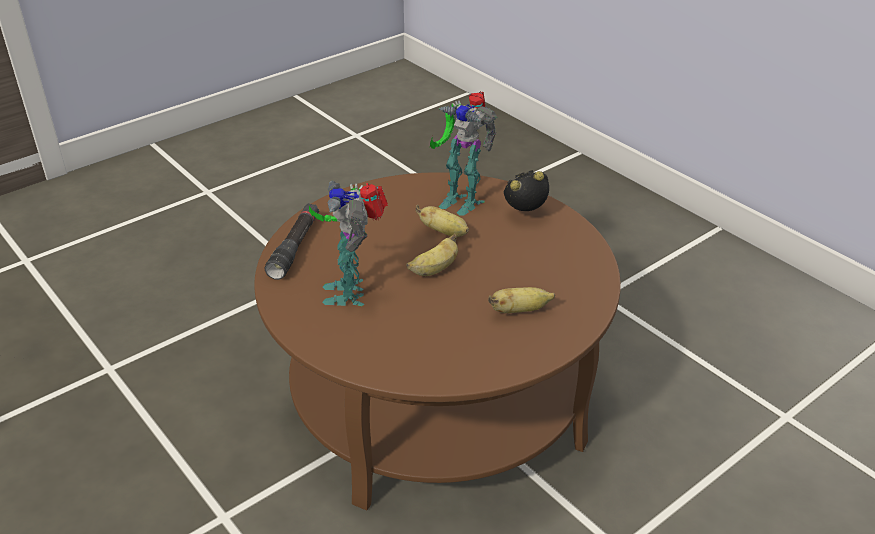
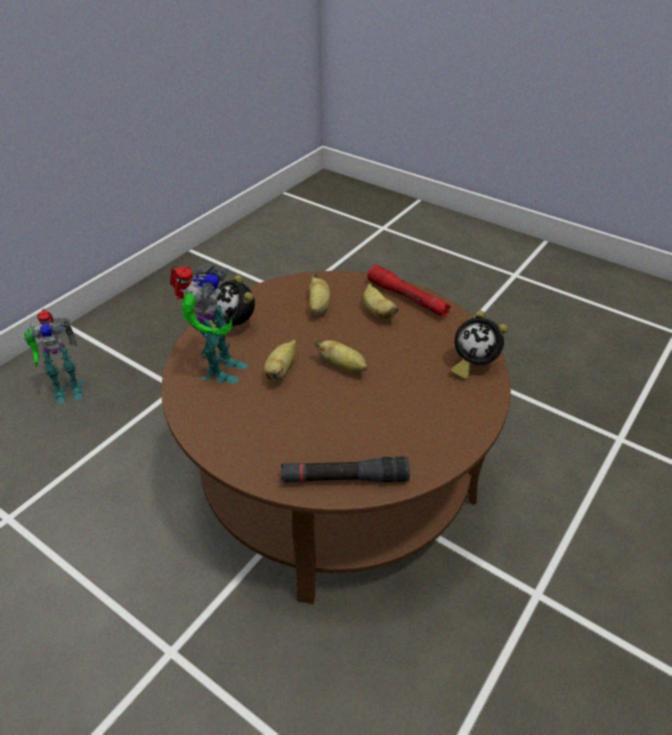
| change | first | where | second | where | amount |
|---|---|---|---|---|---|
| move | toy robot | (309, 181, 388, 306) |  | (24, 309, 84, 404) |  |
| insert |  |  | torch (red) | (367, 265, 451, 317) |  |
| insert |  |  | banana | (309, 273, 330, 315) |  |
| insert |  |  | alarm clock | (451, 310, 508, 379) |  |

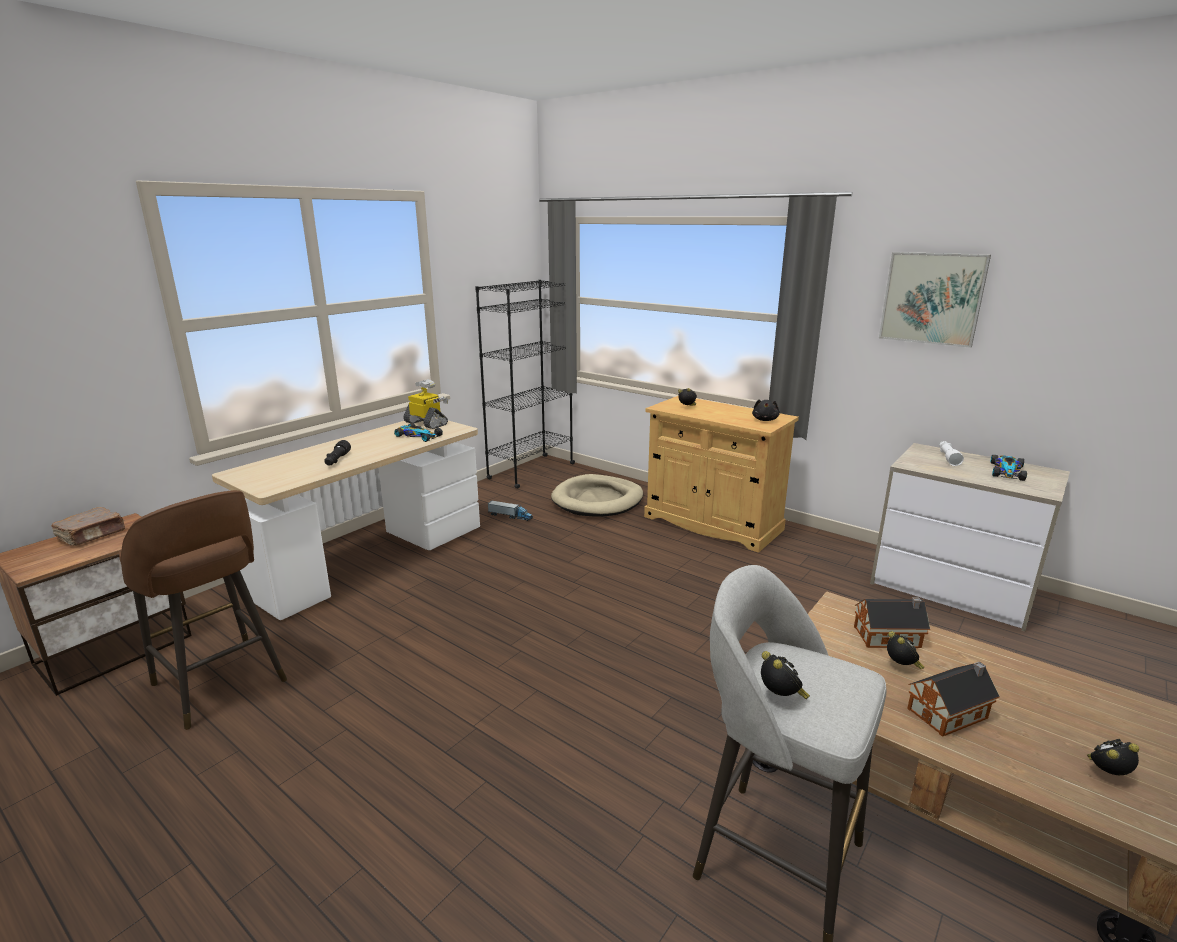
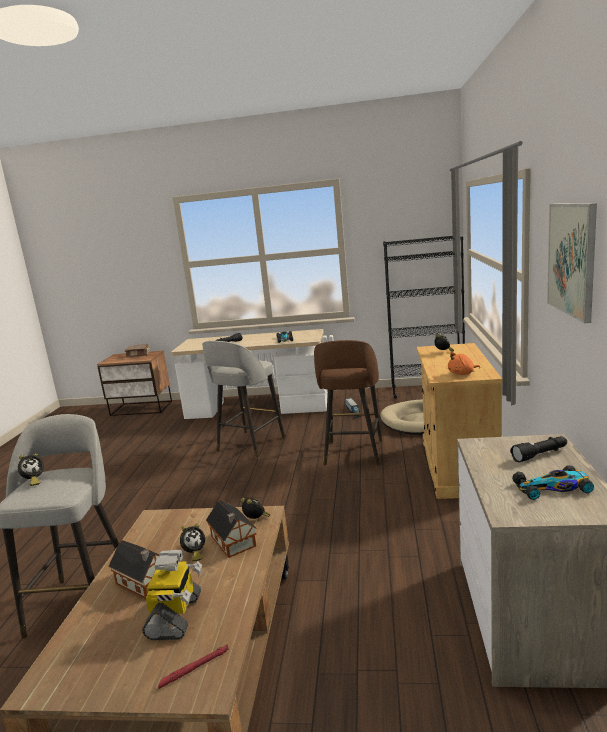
| change | first | where | second | where | amount |
|---|---|---|---|---|---|
| move | toy robot | (403, 379, 448, 429) |  | (142, 550, 202, 640) |  |
| recolor | cuddly toy (blackish) | (752, 399, 780, 421) | cuddly toy (orangey) | (448, 352, 480, 375) |  |
| recolor | torch (white) | (939, 441, 964, 466) | torch (blackish) | (510, 436, 567, 462) |  |
| move | sitting stool (brown) | (119, 490, 287, 730) |  | (314, 340, 382, 466) |  |
| move | alarm clock | (1087, 739, 1139, 775) |  | (241, 498, 270, 519) |  |
| insert |  |  | sitting stool (gray) | (202, 341, 285, 459) |  |
| insert |  |  | torch (red) | (158, 645, 229, 689) |  |

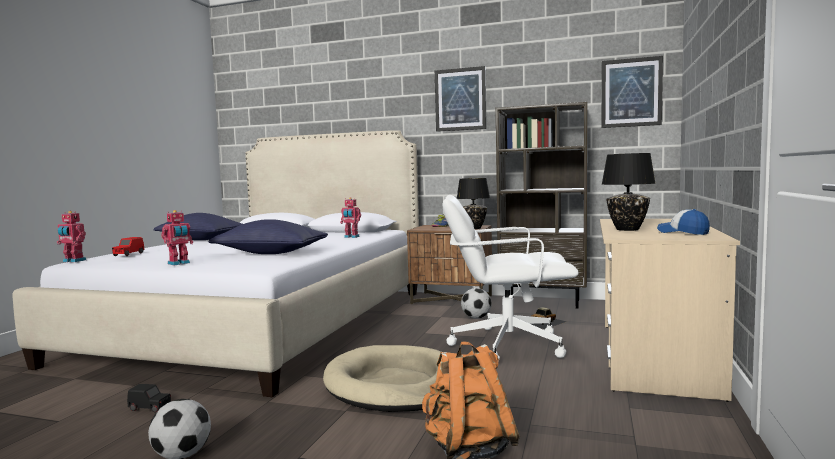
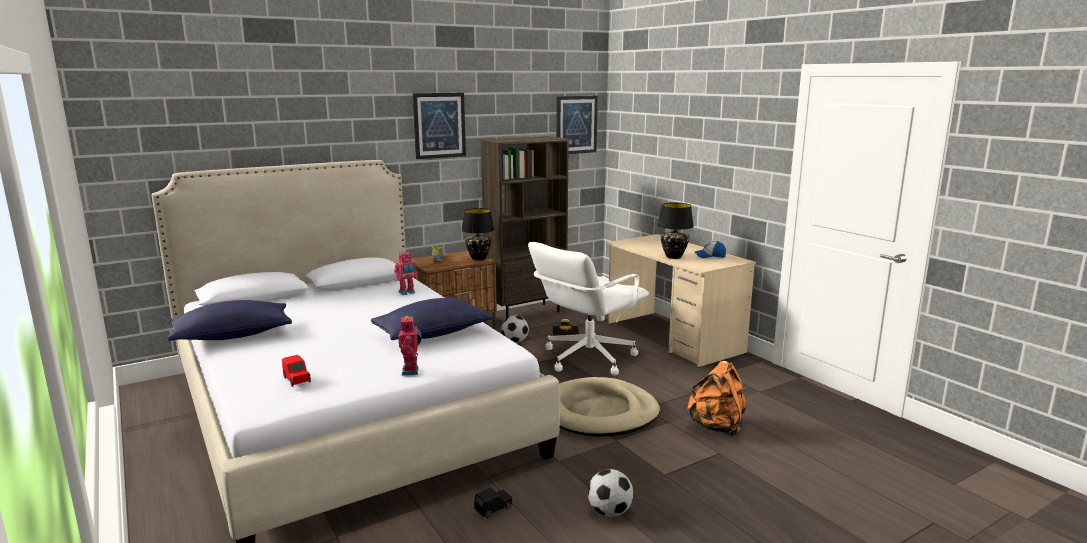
| change | first | where | second | where | amount |
|---|---|---|---|---|---|
| delete | toy robot | (57, 211, 86, 262) |  |  |  |

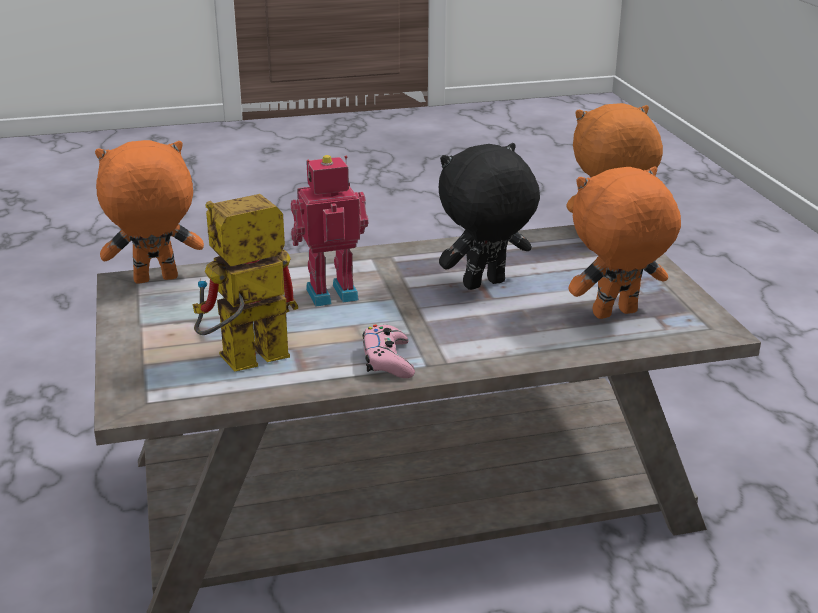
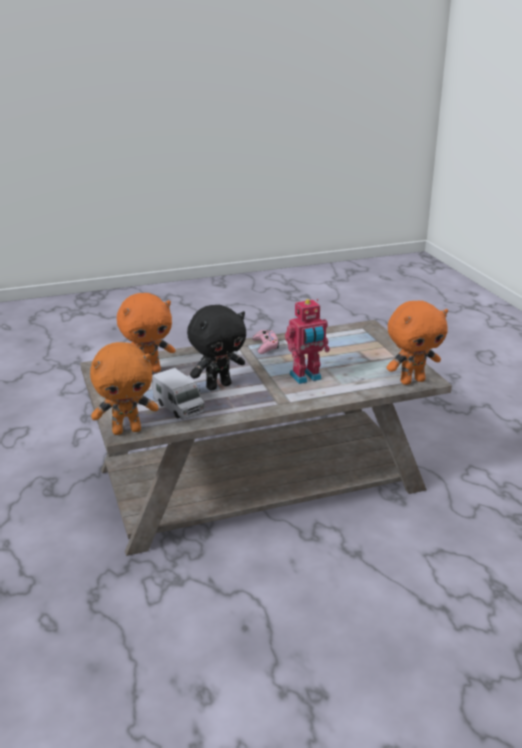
| change | first | where | second | where | amount |
|---|---|---|---|---|---|
| delete | toy robot | (193, 194, 298, 371) |  |  |  |
| insert |  |  | model truck | (152, 368, 205, 420) |  |

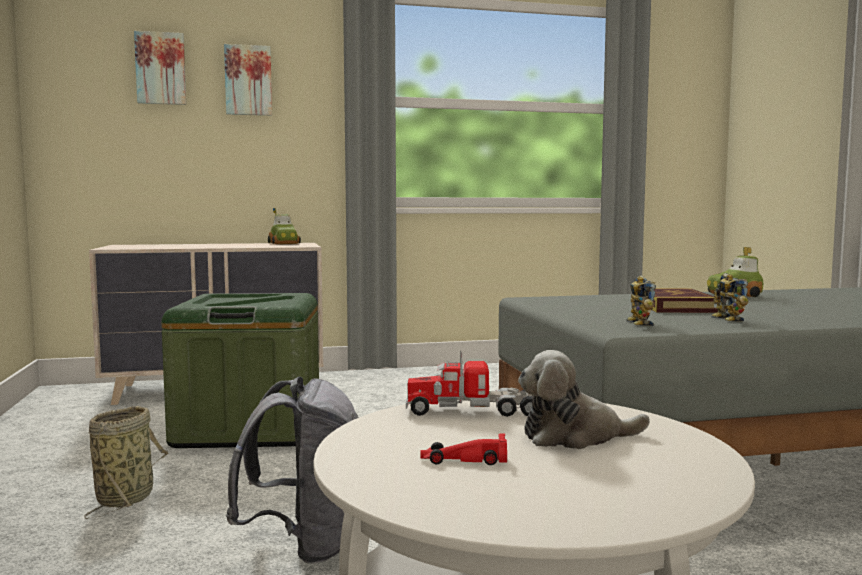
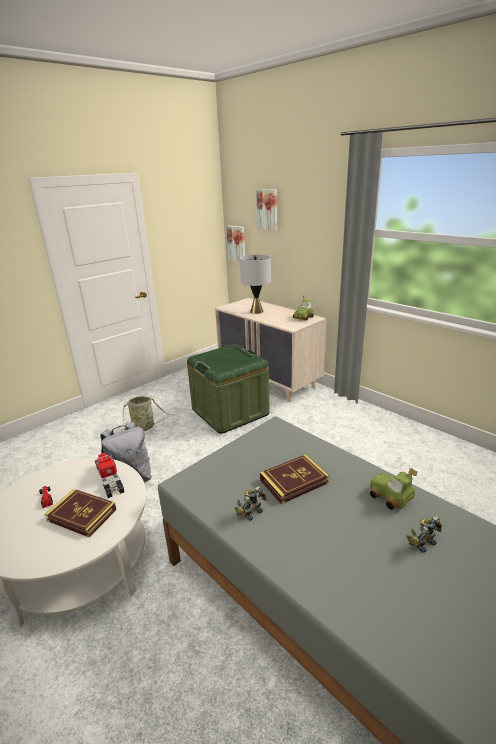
| change | first | where | second | where | amount |
|---|---|---|---|---|---|
| move | wall art | (224, 44, 272, 116) |  | (226, 226, 245, 262) |  |
| move | toy robot | (626, 275, 656, 326) |  | (407, 516, 442, 553) |  |
| replace | cuddly toy | (518, 350, 650, 449) | book | (45, 489, 117, 538) |  |
| insert |  |  | table lamp (gray) | (240, 255, 271, 314) |  |

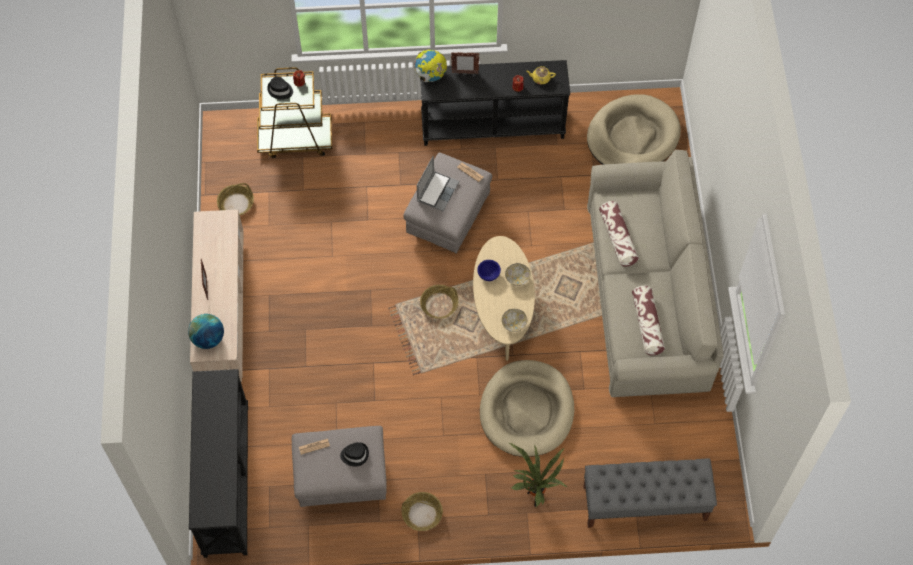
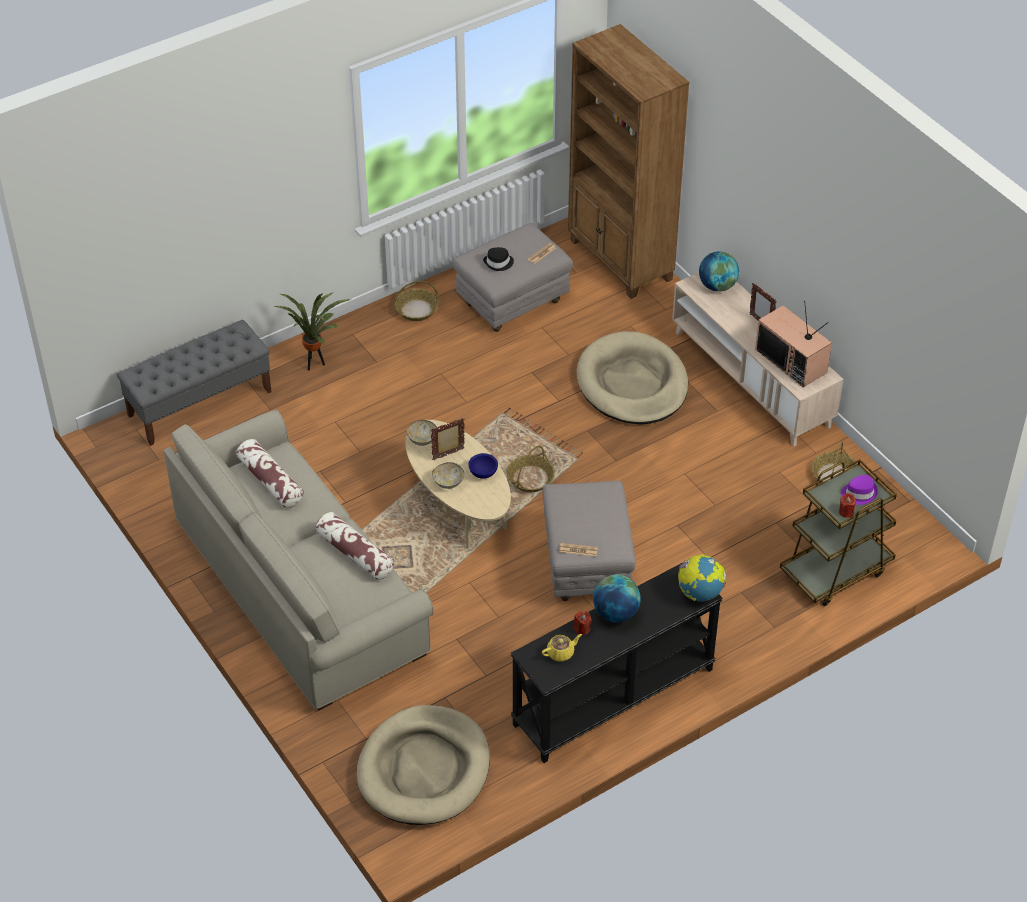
| change | first | where | second | where | amount |
|---|---|---|---|---|---|
| move | standing frame | (451, 52, 479, 74) |  | (431, 418, 465, 460) |  |
| recolor | hat (blackish) | (267, 76, 293, 100) | hat (purple) | (841, 475, 878, 505) |  |
| delete | laptop | (417, 156, 459, 211) |  |  |  |
| move | pet bed (sand-coloured) | (480, 360, 574, 457) |  | (577, 331, 688, 424) |  |
| replace | narrow table (blackish) | (189, 369, 248, 558) | bookshelf (brown) | (568, 24, 690, 299) |  |
| insert |  |  | television | (755, 300, 832, 387) |  |
| insert |  |  | desk globe | (593, 575, 641, 623) |  |

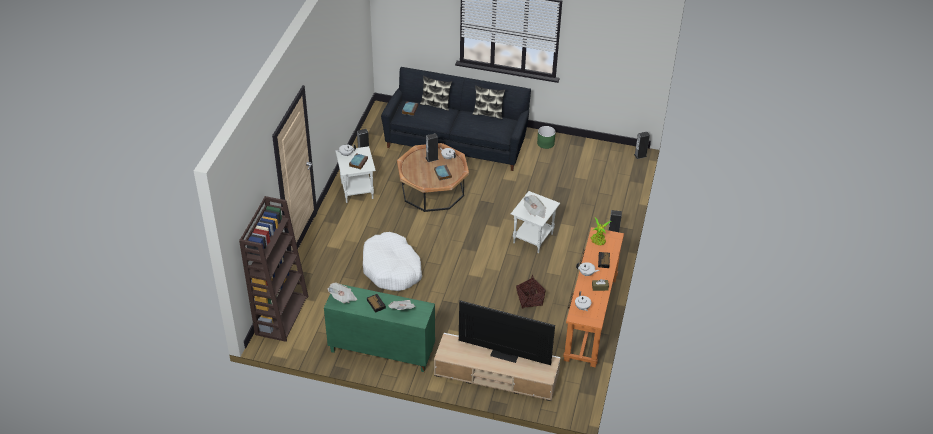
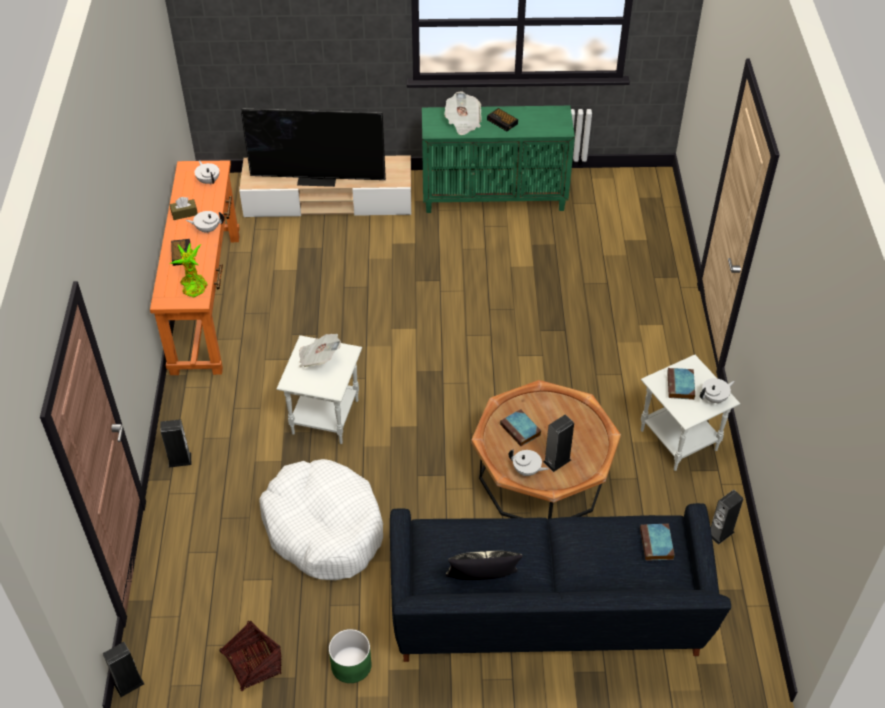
| change | first | where | second | where | amount |
|---|---|---|---|---|---|
| delete | throw pillow | (420, 76, 452, 111) |  |  |  |
| delete | bookshelf (brown) | (239, 196, 308, 342) |  |  |  |
| move | pet bed (white) | (363, 232, 422, 291) |  | (259, 459, 383, 580) |  |
| move | household basket | (516, 275, 546, 309) |  | (219, 621, 282, 691) |  |
| delete | printed paper | (327, 283, 357, 303) |  |  |  |

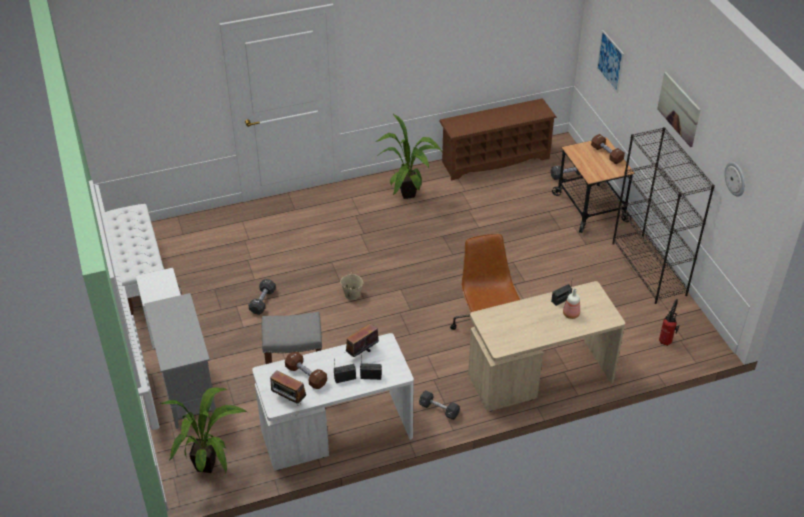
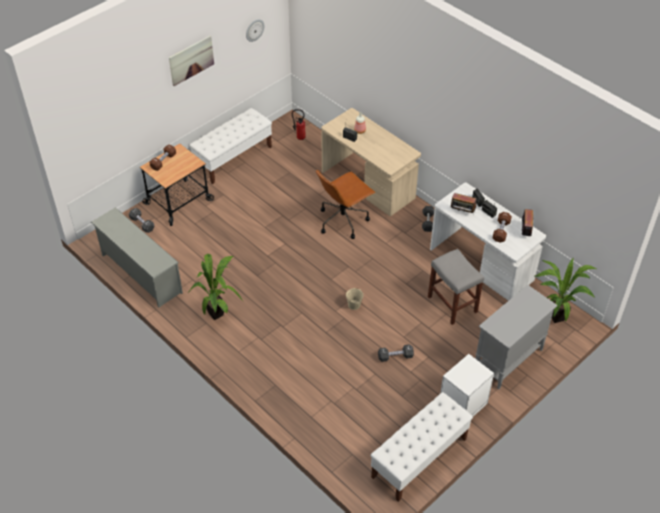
| change | first | where | second | where | amount |
|---|---|---|---|---|---|
| delete | wall art | (597, 30, 624, 93) |  |  |  |
| recolor | shoe rack (brown) | (439, 99, 557, 181) | shoe rack (gray) | (91, 207, 183, 307) |  |
| replace | bookshelf (blackish) | (612, 127, 715, 304) | indoor bench (white) | (189, 108, 272, 184) |  |

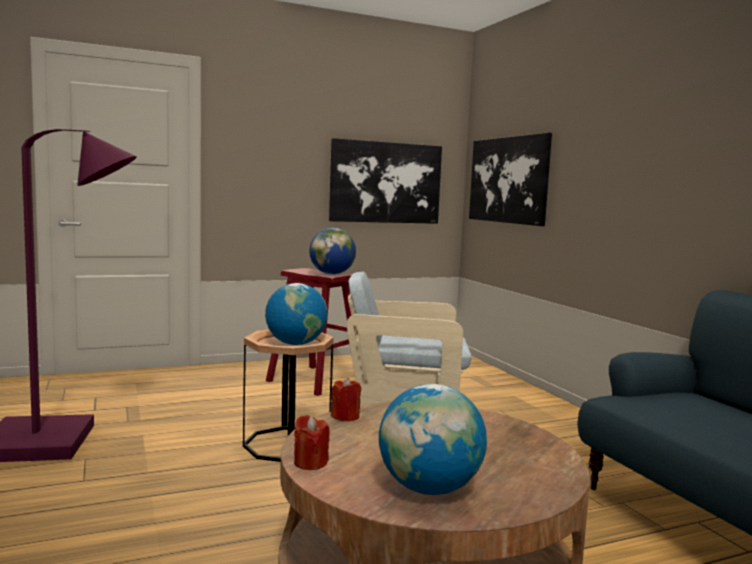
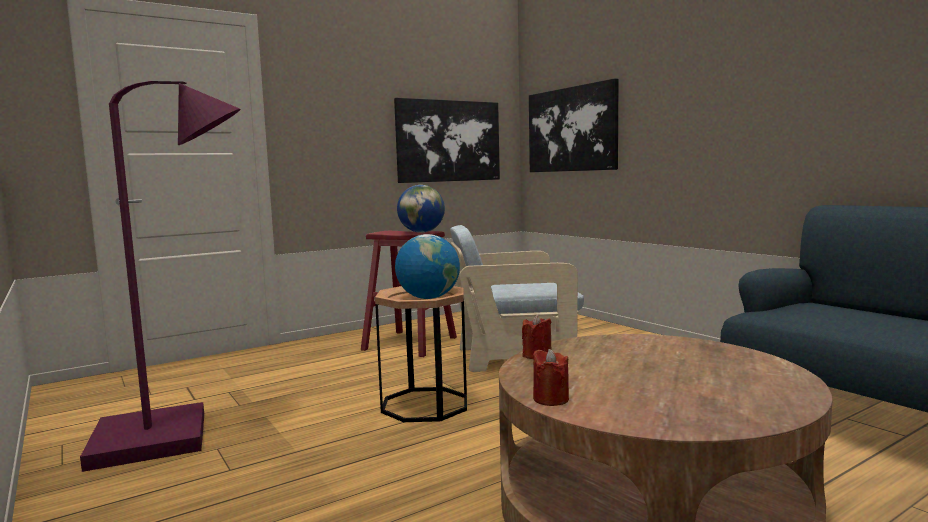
| change | first | where | second | where | amount |
|---|---|---|---|---|---|
| delete | desk globe | (379, 384, 487, 495) |  |  |  |

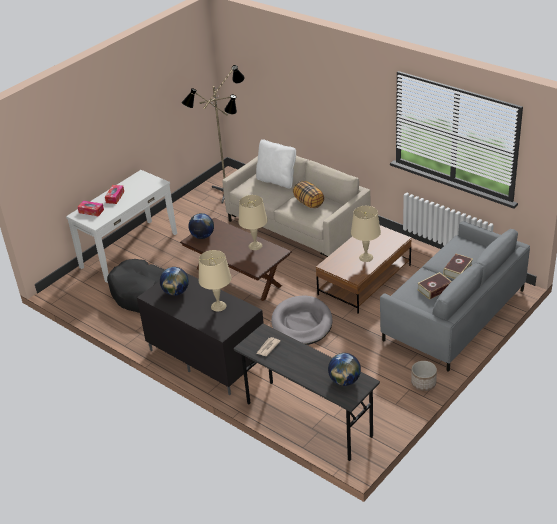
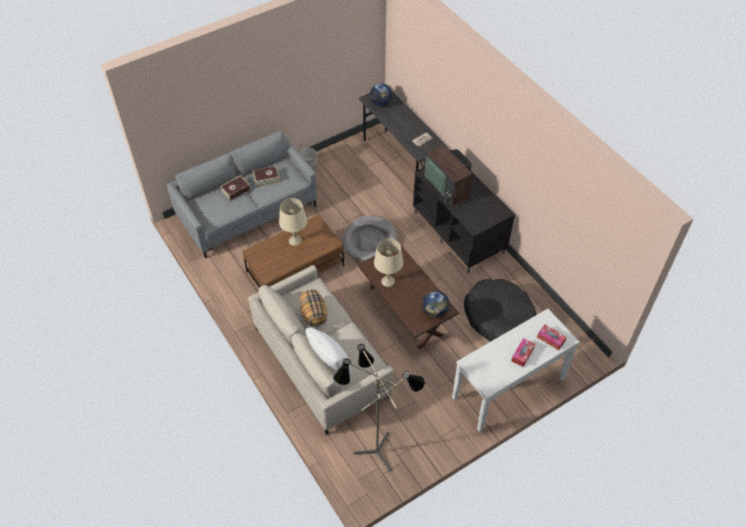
| change | first | where | second | where | amount |
|---|---|---|---|---|---|
| replace | table lamp (sand-coloured) | (199, 250, 231, 312) | television | (424, 145, 473, 207) |  |
| delete | desk globe | (160, 267, 189, 296) |  |  |  |

